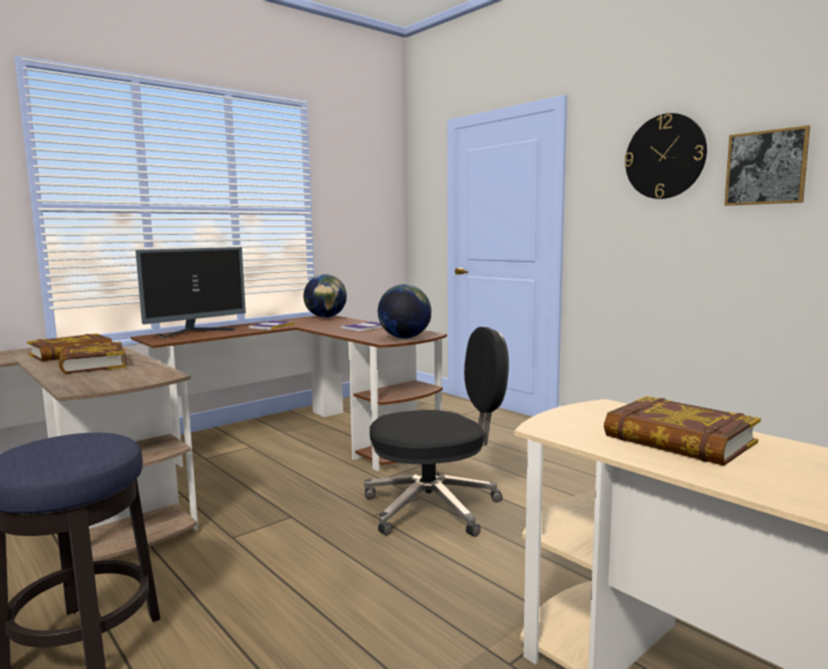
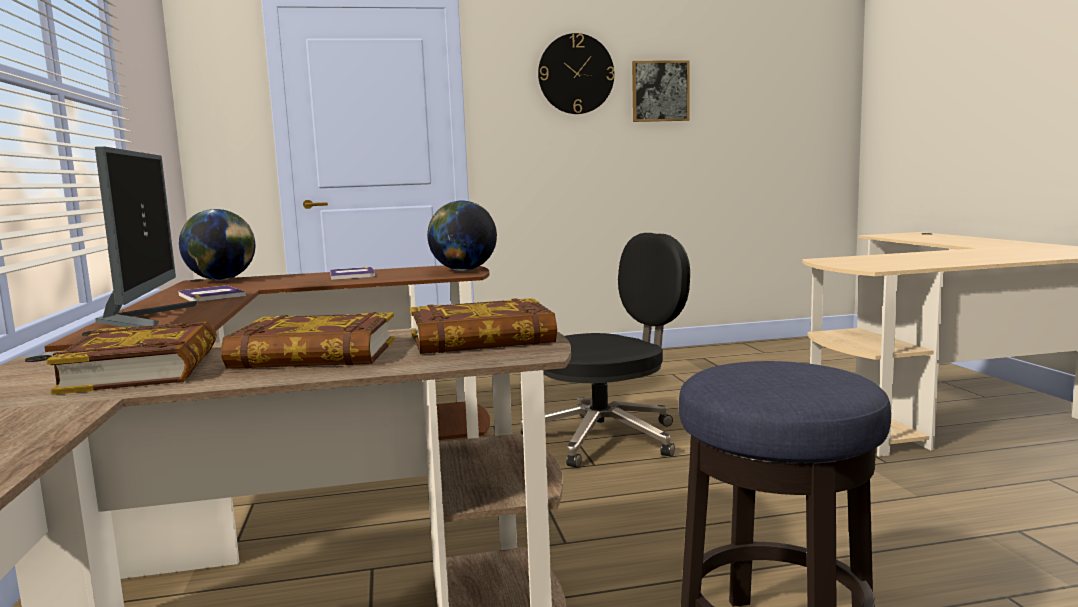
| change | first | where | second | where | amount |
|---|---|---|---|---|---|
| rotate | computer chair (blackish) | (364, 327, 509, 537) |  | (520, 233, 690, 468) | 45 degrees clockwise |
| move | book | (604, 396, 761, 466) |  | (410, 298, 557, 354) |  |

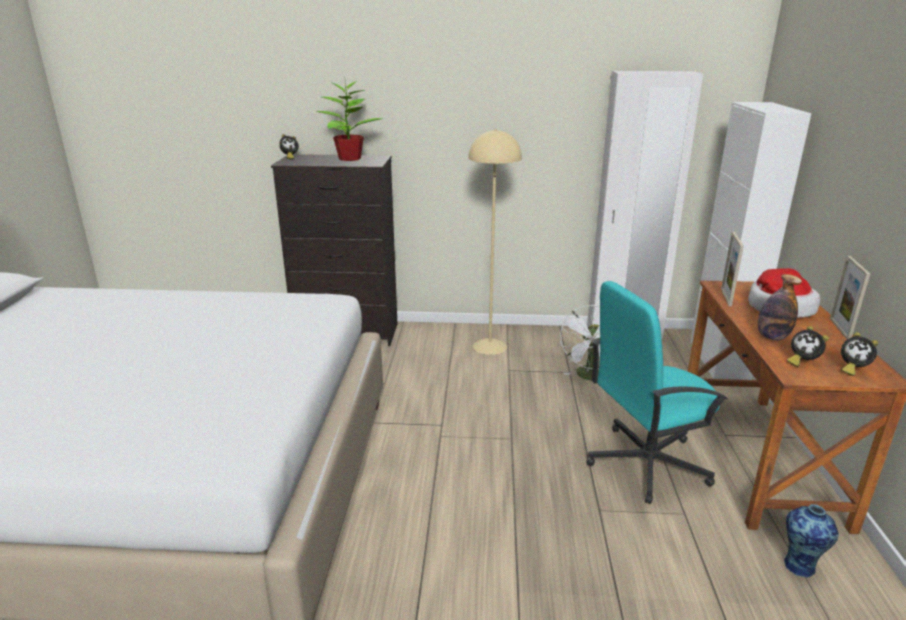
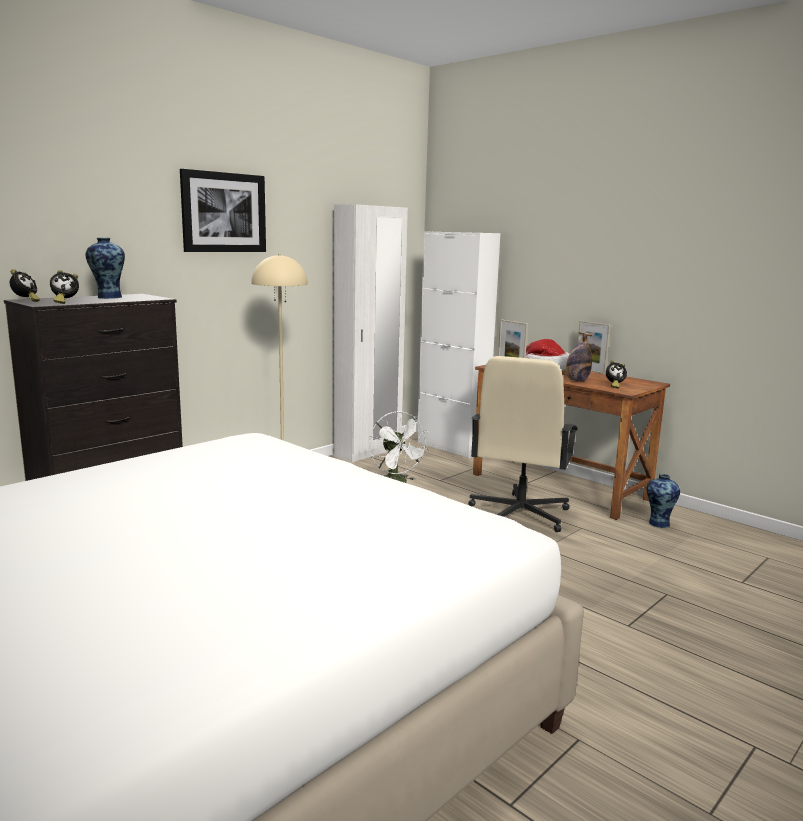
| change | first | where | second | where | amount |
|---|---|---|---|---|---|
| replace | plant in a pot | (316, 80, 382, 161) | decorative vase | (86, 238, 125, 299) |  |
| recolor | computer chair (turquoise) | (587, 281, 728, 504) | computer chair (sand-coloured) | (468, 356, 578, 532) |  |
| move | alarm clock | (841, 332, 878, 376) |  | (50, 270, 79, 304) |  |
| insert |  |  | wall art | (180, 169, 266, 252) |  |

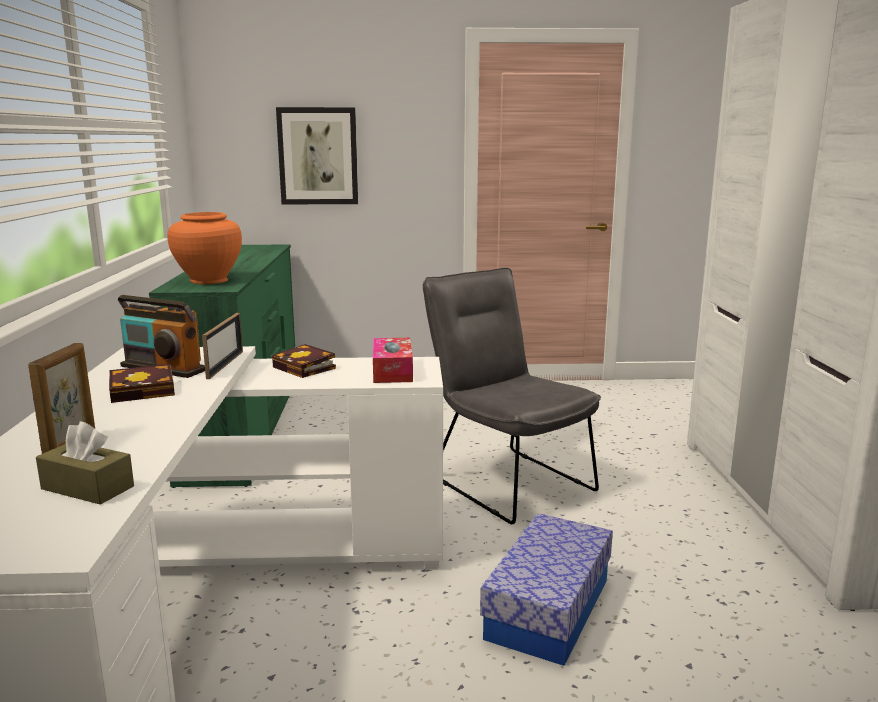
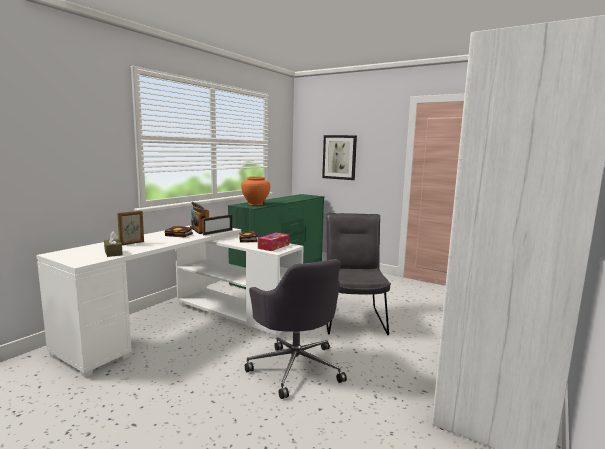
| change | first | where | second | where | amount |
|---|---|---|---|---|---|
| replace | storage bin | (480, 513, 613, 666) | computer chair (gray) | (245, 259, 347, 399) |  |

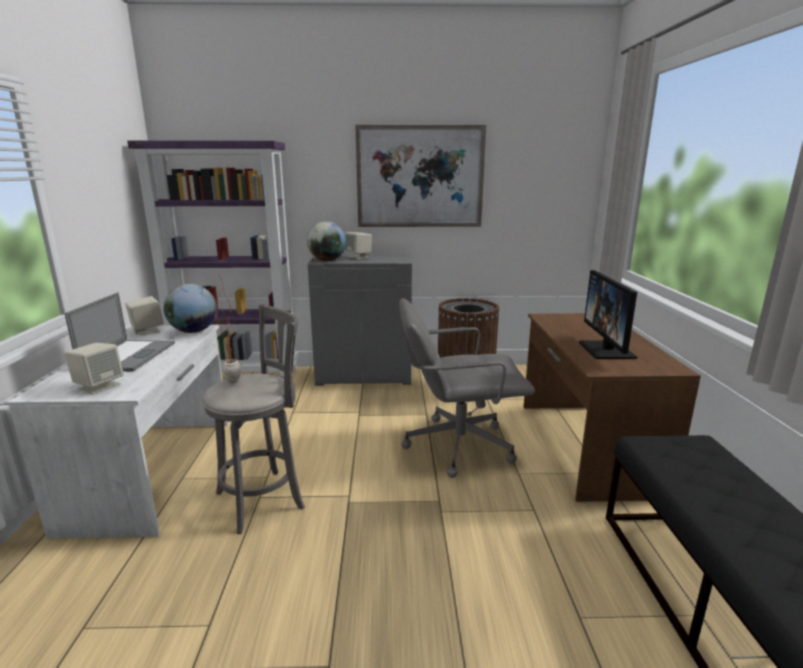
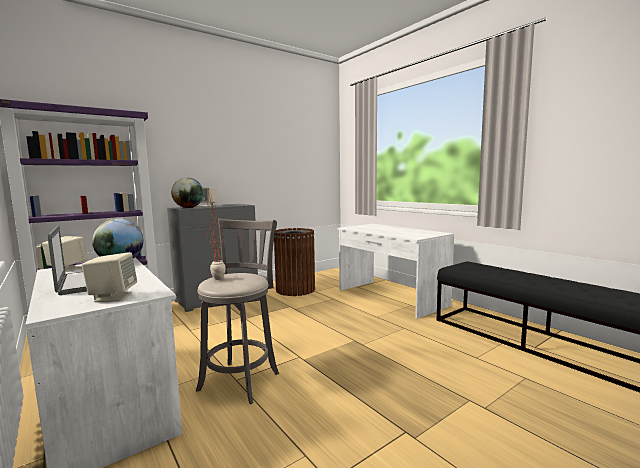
| change | first | where | second | where | amount |
|---|---|---|---|---|---|
| delete | wall art | (355, 125, 486, 227) |  |  |  |
| delete | monitor | (579, 270, 638, 359) |  |  |  |
| delete | computer chair (gray) | (399, 298, 535, 478) |  |  |  |
| recolor | desk (brown) | (523, 313, 701, 502) | desk (white) | (337, 224, 454, 319) |  |

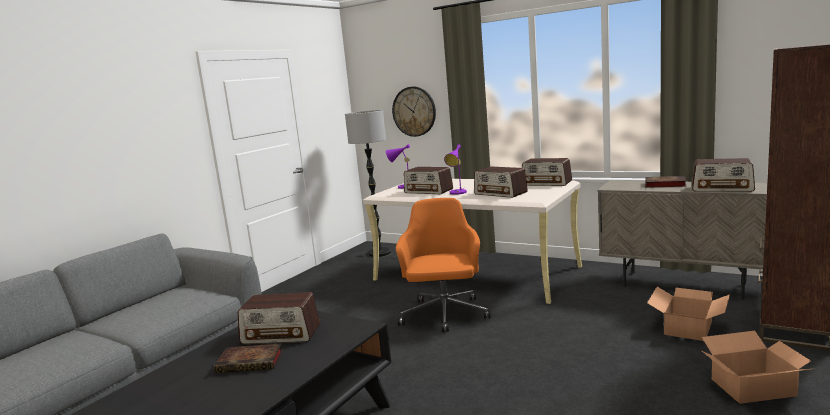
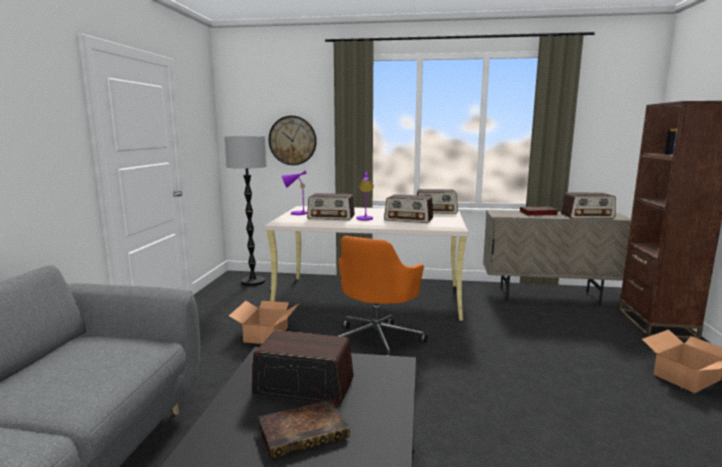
| change | first | where | second | where | amount |
|---|---|---|---|---|---|
| rotate | computer chair (orangey) | (396, 198, 491, 332) |  | (339, 236, 427, 356) | 135 degrees counterclockwise |
| move | packing box | (647, 287, 730, 341) |  | (229, 301, 299, 344) |  |
| rotate | radio | (238, 292, 320, 344) |  | (252, 330, 354, 405) | 150 degrees counterclockwise |

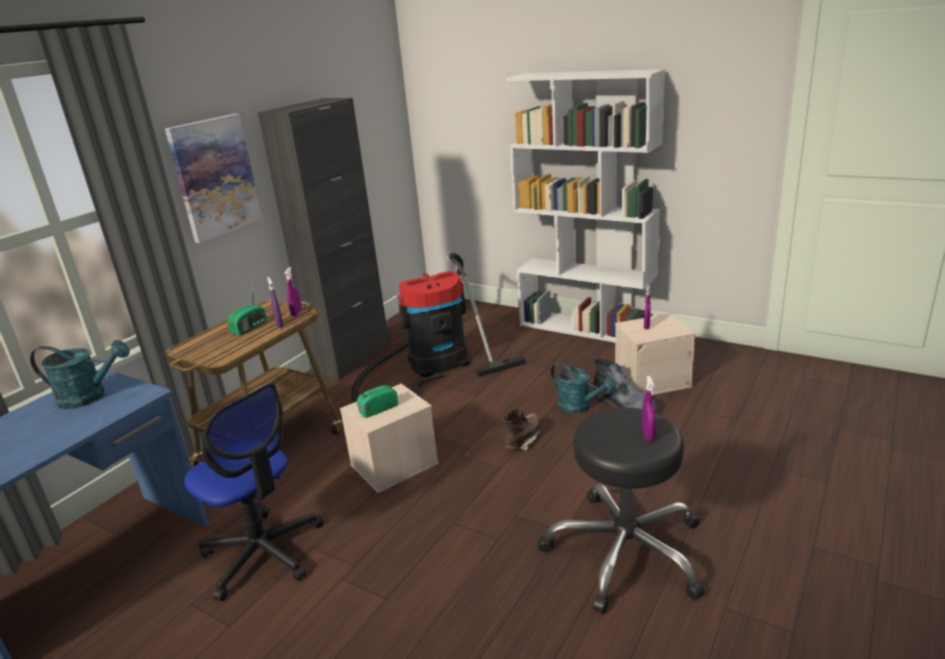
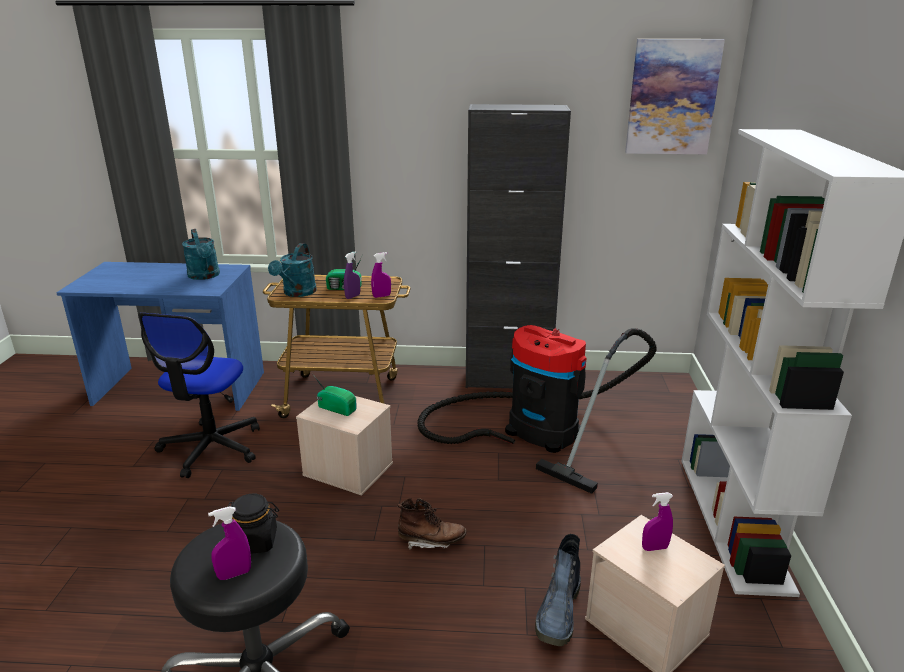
| change | first | where | second | where | amount |
|---|---|---|---|---|---|
| move | wall art | (165, 114, 262, 243) |  | (625, 39, 725, 154) |  |
| move | sprinkling can (turquoise) | (551, 362, 616, 414) |  | (268, 243, 317, 297) |  |
| insert |  |  | storage jar (blackish) | (228, 494, 279, 554) |  |

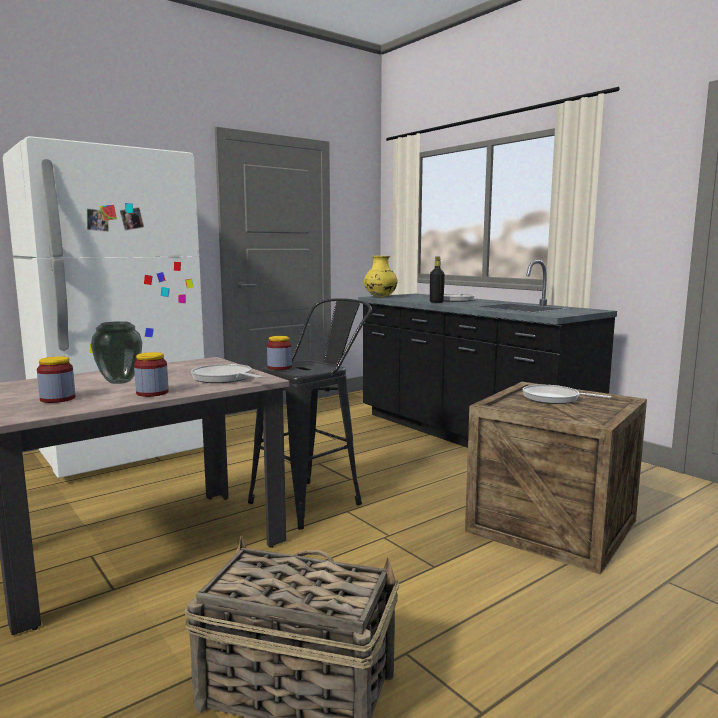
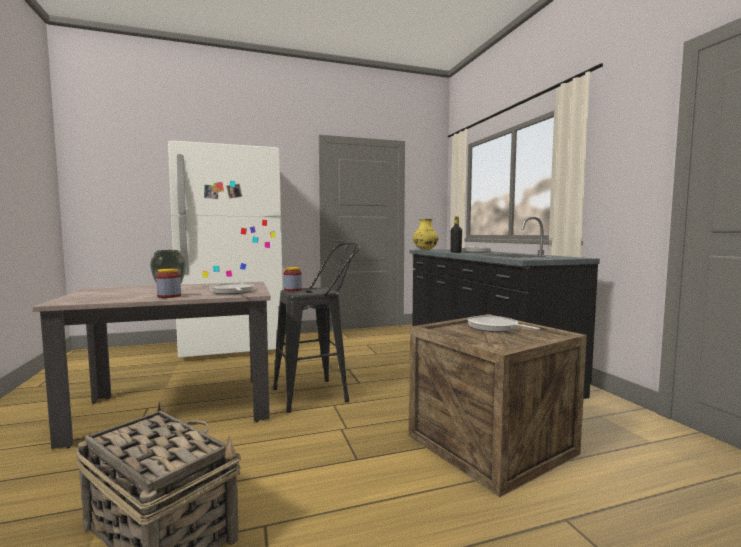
| change | first | where | second | where | amount |
|---|---|---|---|---|---|
| delete | storage jar | (37, 356, 75, 403) |  |  |  |

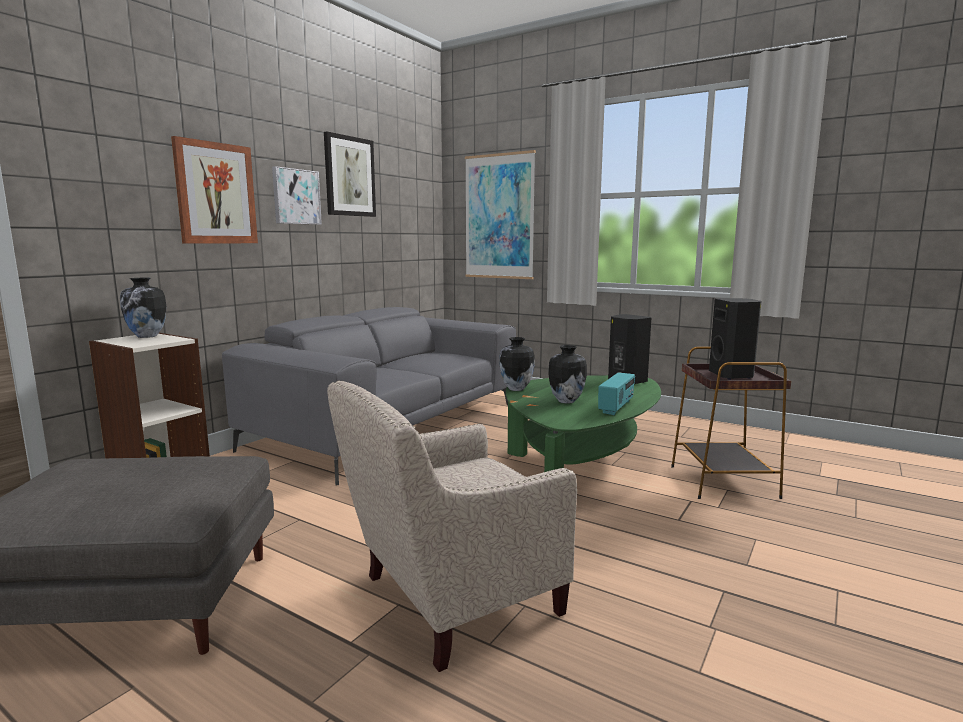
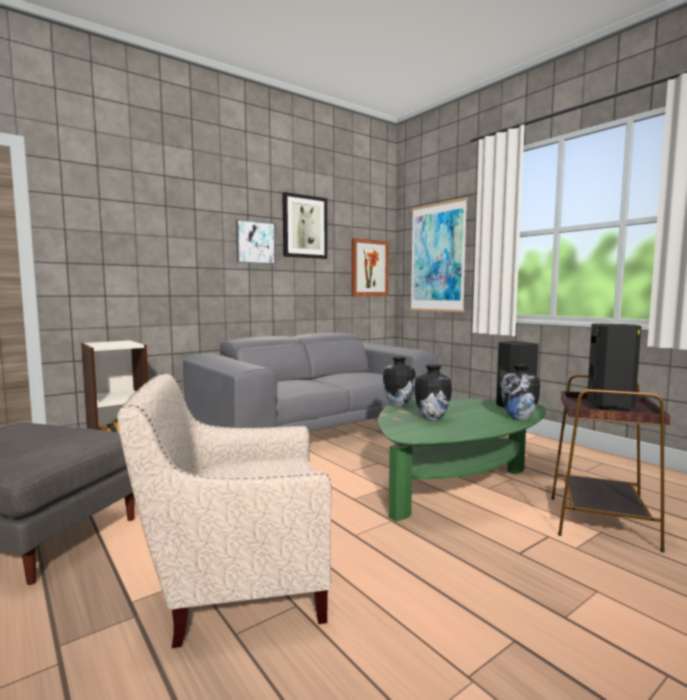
| change | first | where | second | where | amount |
|---|---|---|---|---|---|
| move | wall art | (171, 136, 258, 244) |  | (351, 238, 389, 296) |  |
| move | decorative vase | (120, 278, 167, 338) |  | (501, 364, 540, 420) |  |
| delete | radio | (598, 372, 635, 415) |  |  |  |

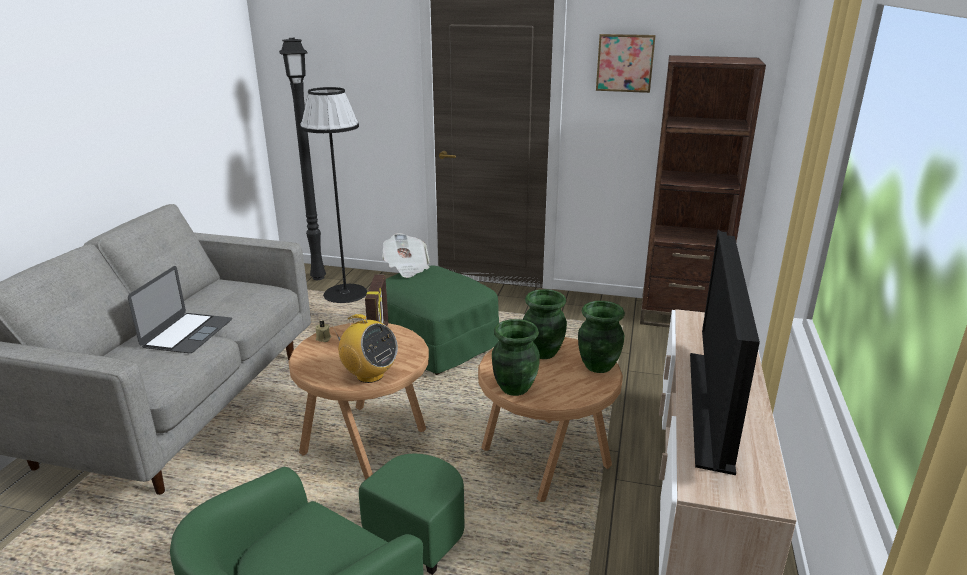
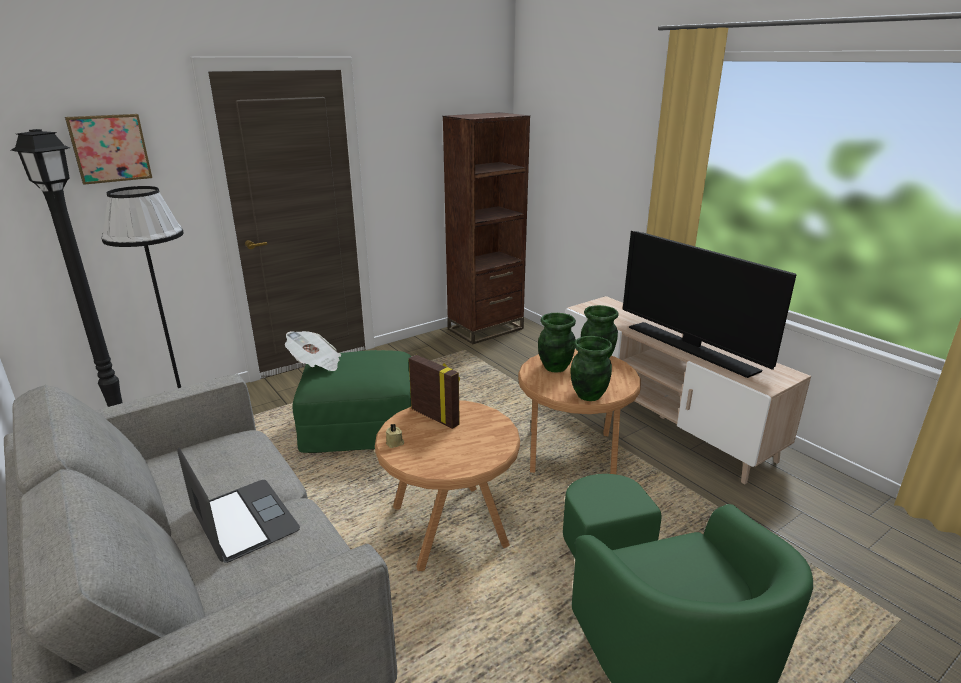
| change | first | where | second | where | amount |
|---|---|---|---|---|---|
| move | wall art | (596, 34, 656, 93) |  | (65, 114, 152, 185) |  |
| delete | radio | (332, 314, 398, 383) |  |  |  |

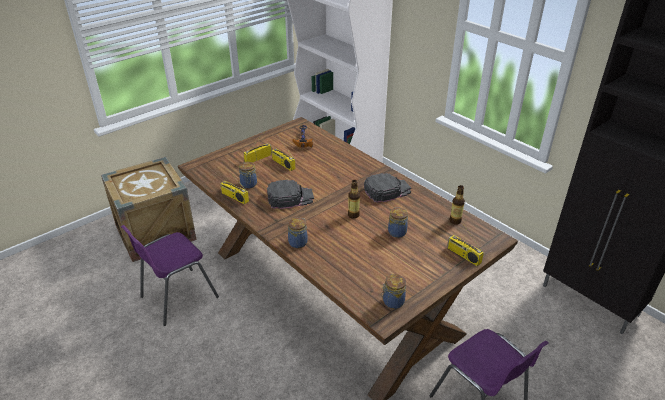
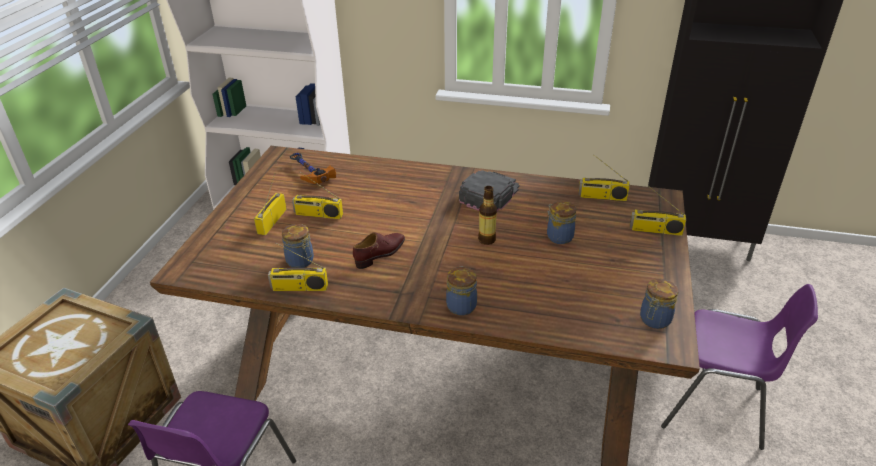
| change | first | where | second | where | amount |
|---|---|---|---|---|---|
| replace | baseball cap (blackish) | (267, 180, 314, 209) | low shoe (brown) | (353, 233, 405, 269) |  |
| replace | beverage bottle | (449, 185, 465, 225) | radio | (578, 154, 630, 201) |  |

